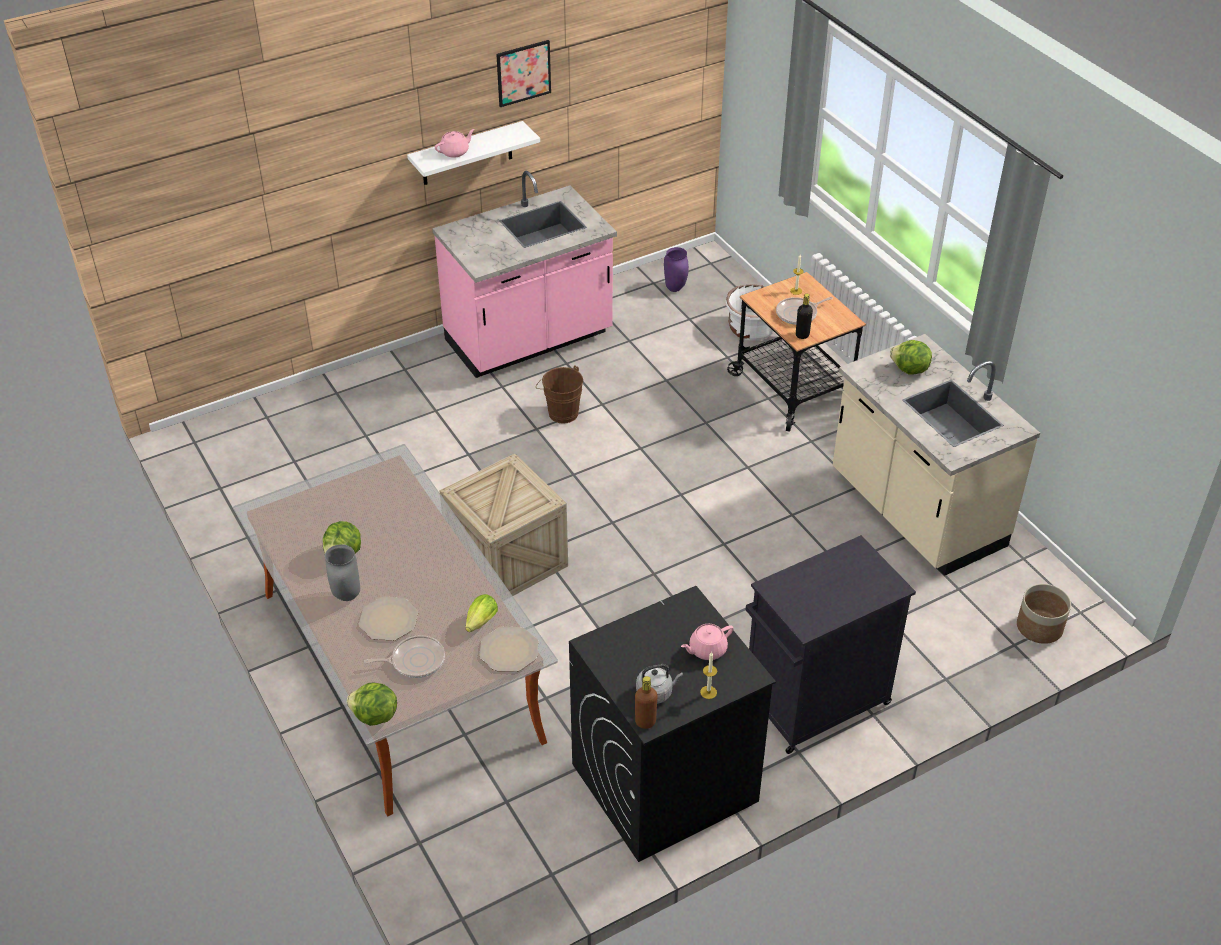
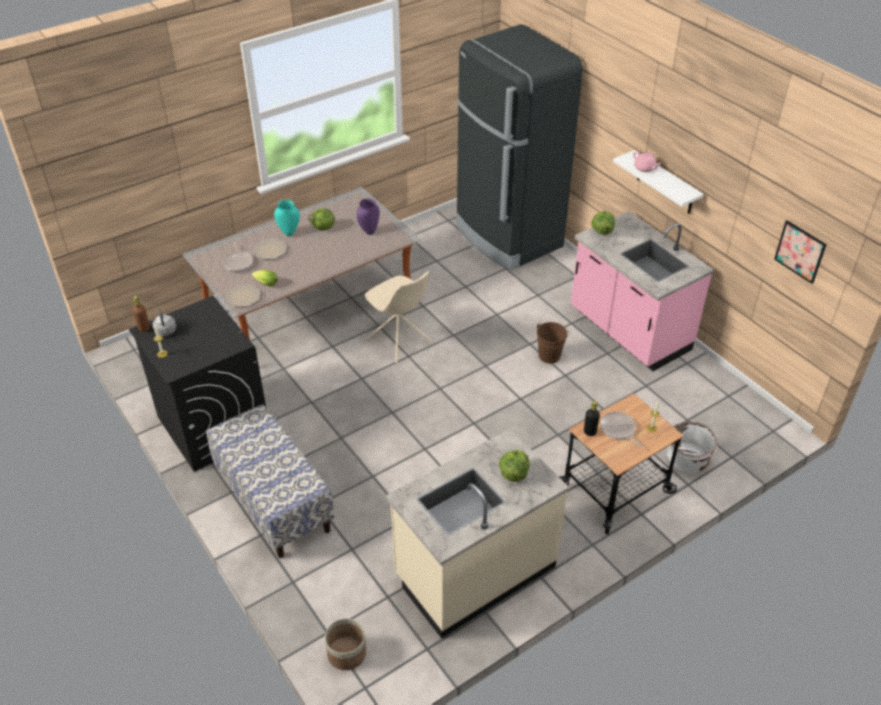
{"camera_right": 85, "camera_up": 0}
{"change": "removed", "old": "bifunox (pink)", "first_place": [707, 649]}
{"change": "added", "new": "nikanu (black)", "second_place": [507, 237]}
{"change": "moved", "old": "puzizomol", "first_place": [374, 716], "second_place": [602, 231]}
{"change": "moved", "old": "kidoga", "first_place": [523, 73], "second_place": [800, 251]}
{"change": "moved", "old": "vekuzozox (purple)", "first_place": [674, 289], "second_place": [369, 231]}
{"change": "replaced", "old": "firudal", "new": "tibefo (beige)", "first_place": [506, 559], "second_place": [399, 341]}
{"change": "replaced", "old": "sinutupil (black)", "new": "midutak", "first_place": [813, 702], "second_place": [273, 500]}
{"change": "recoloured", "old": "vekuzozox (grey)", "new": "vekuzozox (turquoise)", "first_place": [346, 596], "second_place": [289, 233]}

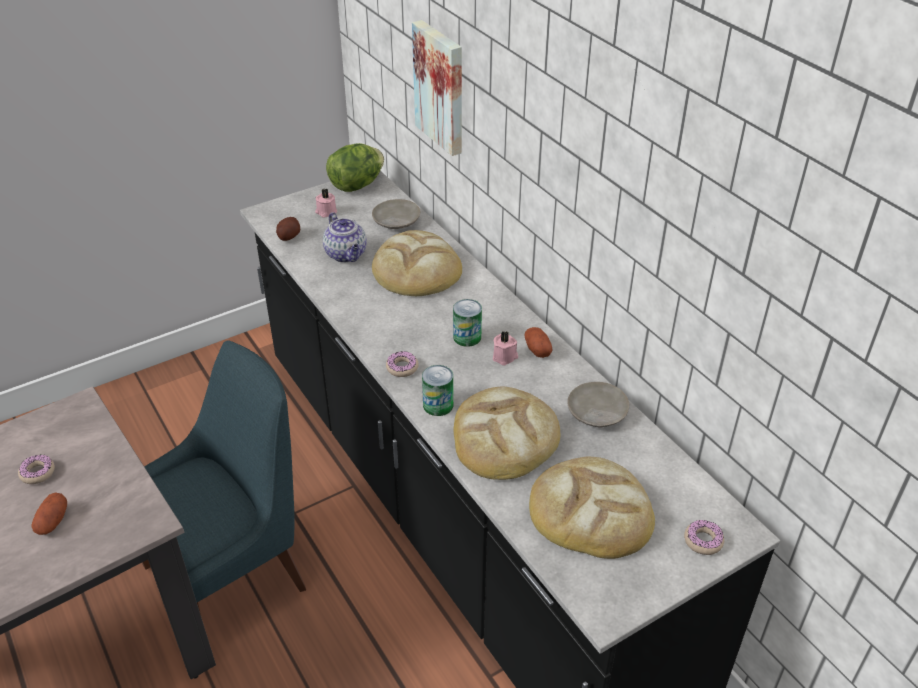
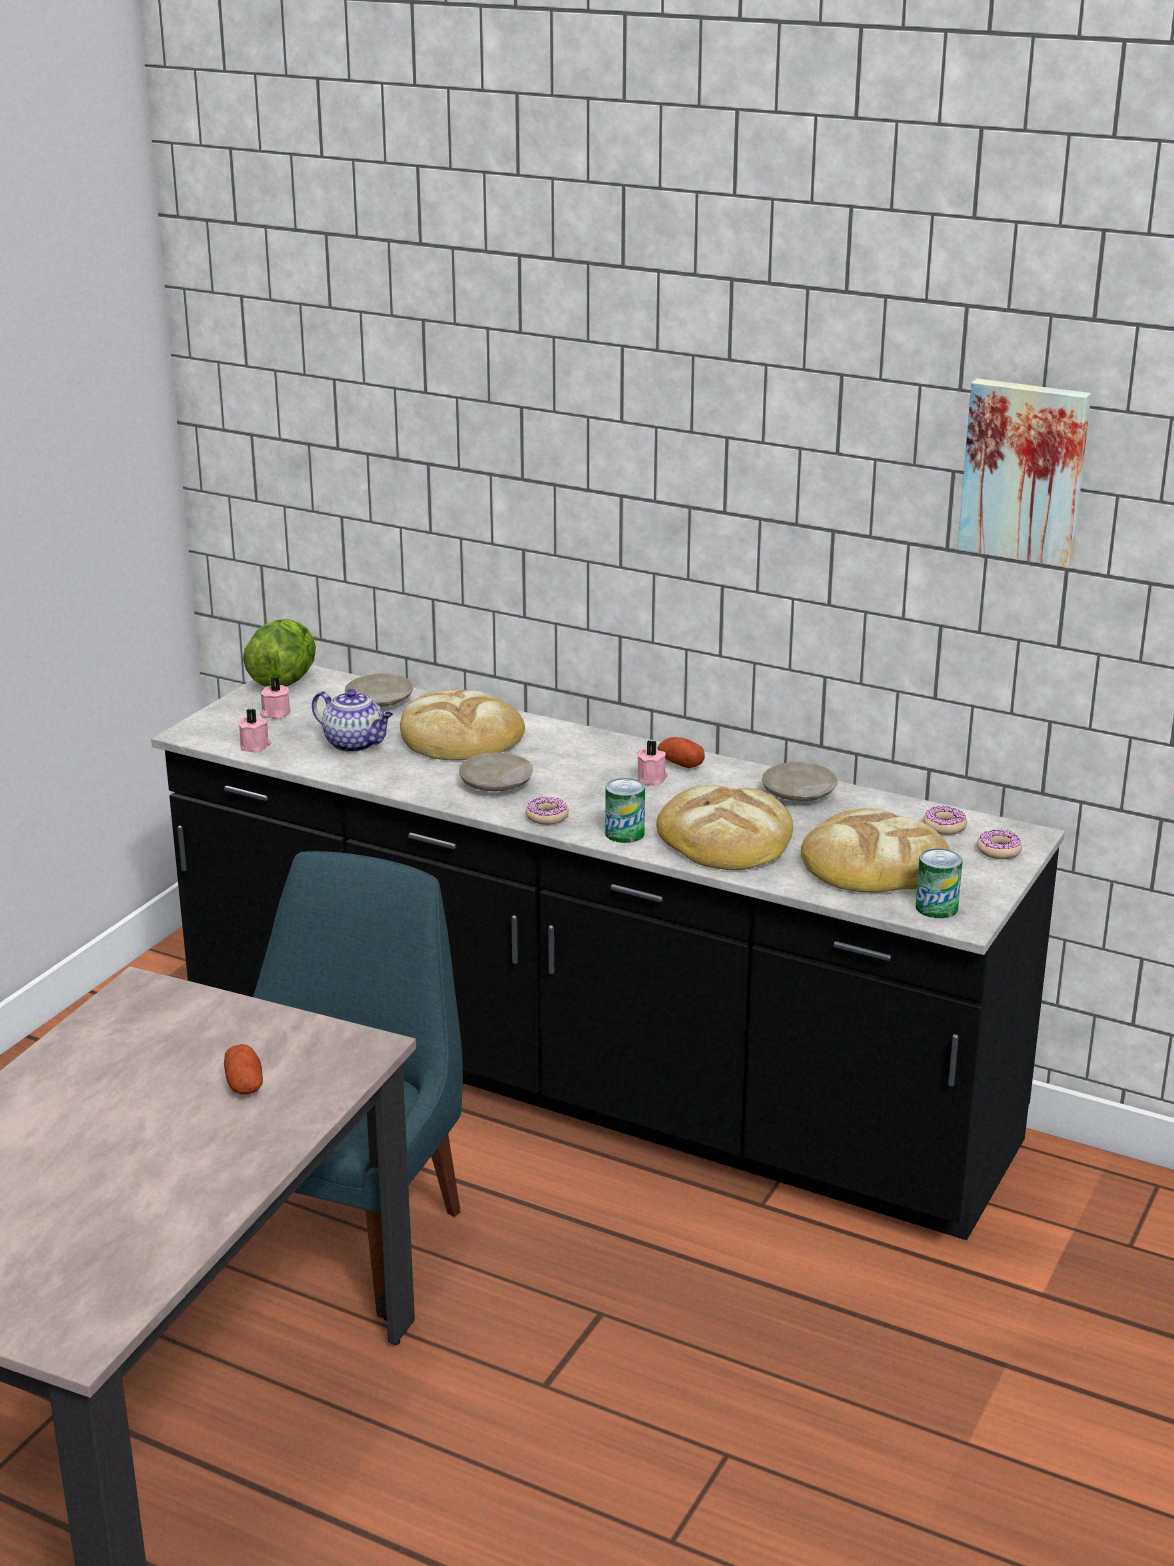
{"camera_right": -30, "camera_up": -15}
{"change": "added", "new": "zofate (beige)", "second_place": [496, 784]}
{"change": "moved", "old": "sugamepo", "first_place": [37, 473], "second_place": [944, 826]}
{"change": "moved", "old": "kidoga", "first_place": [441, 87], "second_place": [1025, 471]}
{"change": "moved", "old": "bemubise", "first_place": [467, 337], "second_place": [936, 907]}
{"change": "replaced", "old": "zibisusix", "new": "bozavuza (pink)", "first_place": [288, 236], "second_place": [255, 746]}

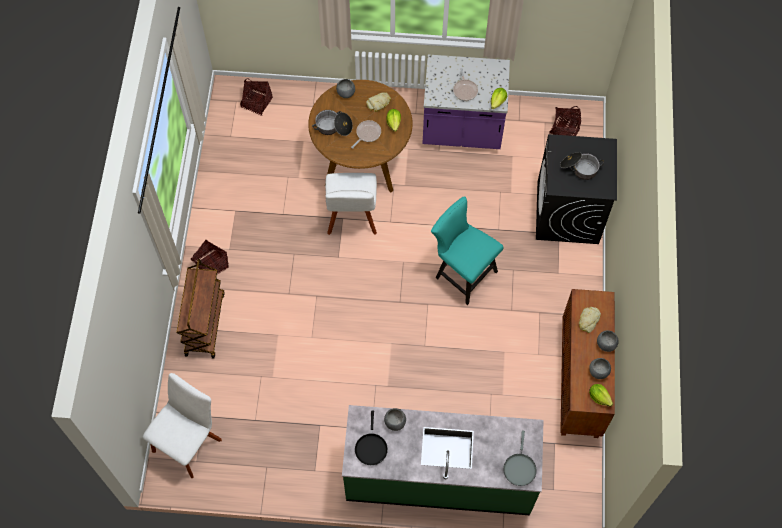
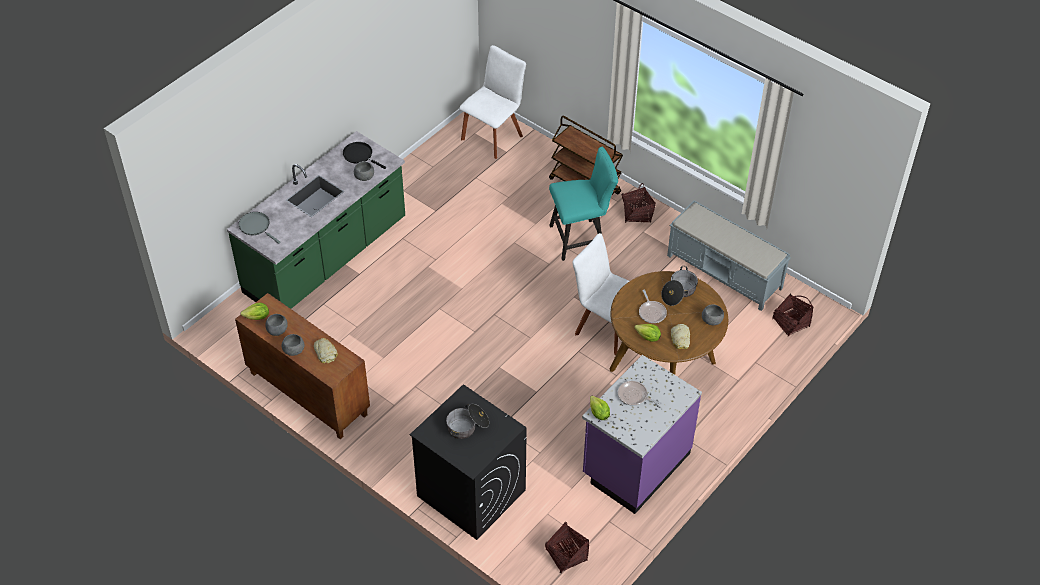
{"camera_right": 125, "camera_up": -15}
{"change": "added", "new": "midutak (grey)", "second_place": [725, 272]}
{"change": "moved", "old": "tibefo (turquoise)", "first_place": [462, 273], "second_place": [581, 238]}
{"change": "turned", "old": "tibefo (white)", "first_place": [188, 442], "second_place": [493, 135], "degrees": -120}

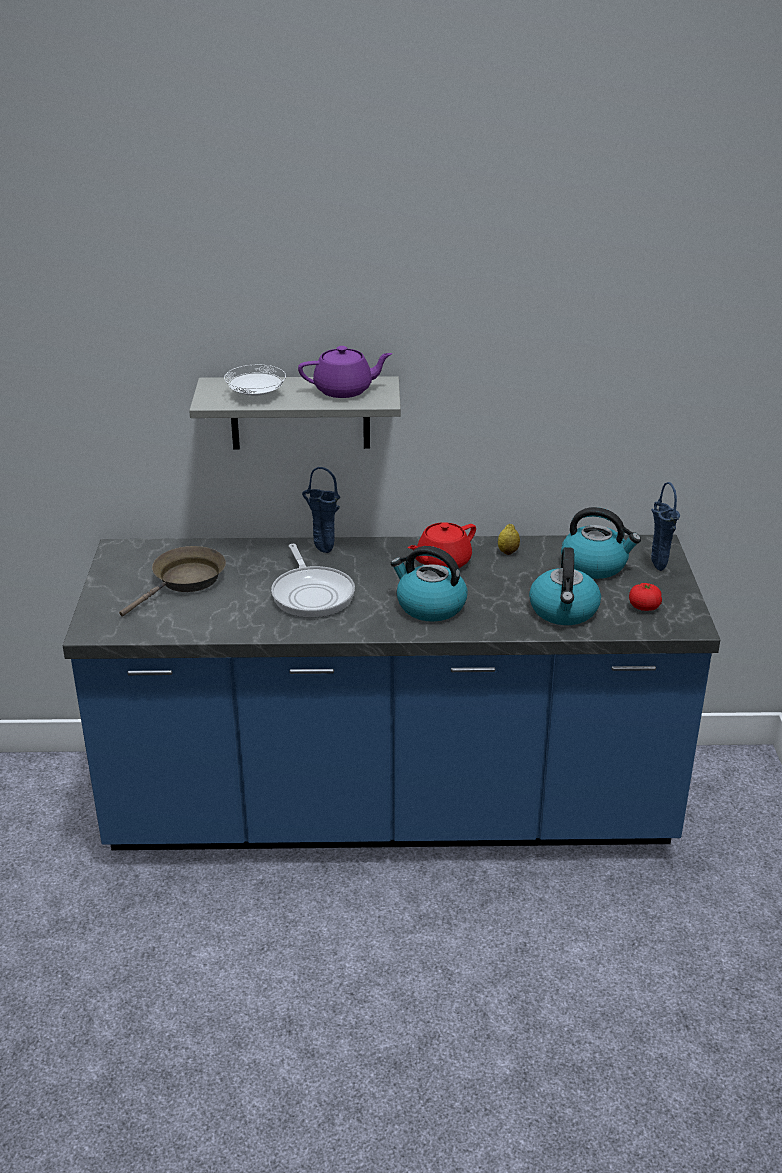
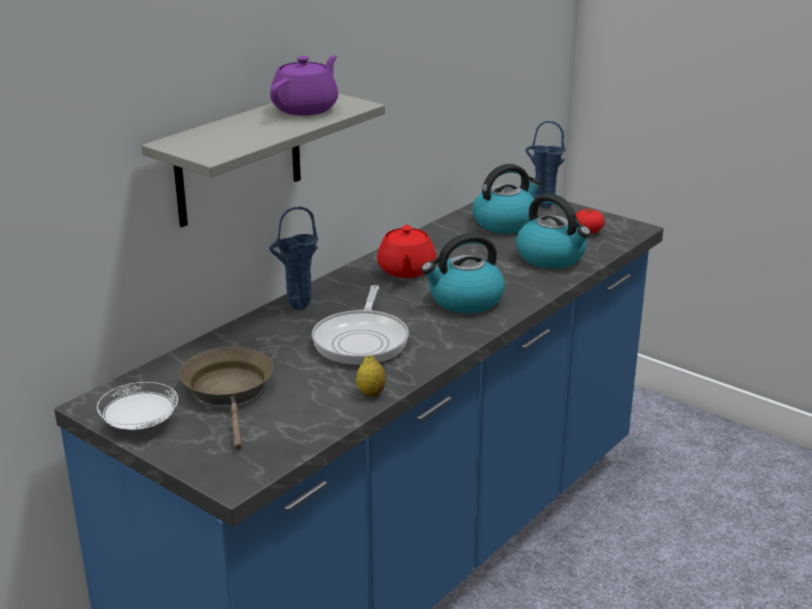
{"camera_right": -50, "camera_up": -5}
{"change": "moved", "old": "zofate (white)", "first_place": [256, 395], "second_place": [141, 424]}
{"change": "moved", "old": "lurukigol", "first_place": [508, 552], "second_place": [371, 393]}
{"change": "turned", "old": "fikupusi", "first_place": [312, 594], "second_place": [362, 340], "degrees": 75}

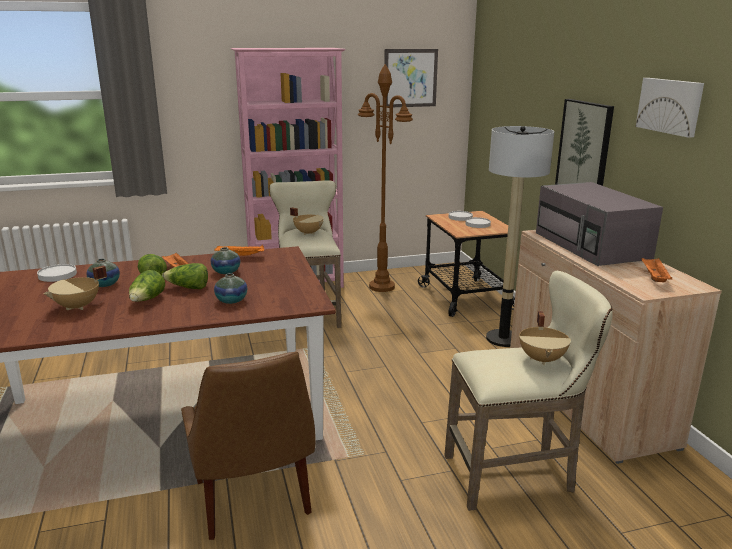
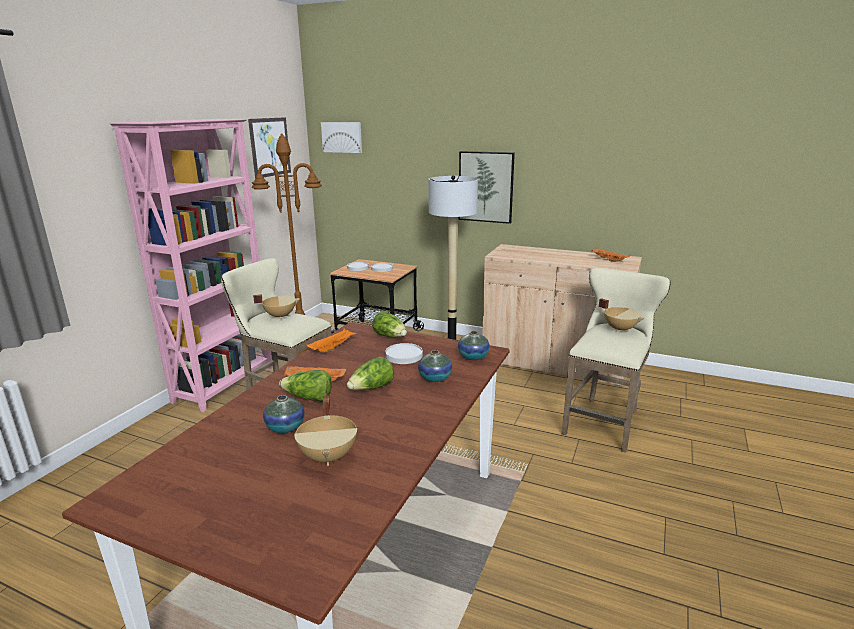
{"camera_right": -50, "camera_up": 0}
{"change": "removed", "old": "tibefo (brown)", "first_place": [253, 500]}
{"change": "removed", "old": "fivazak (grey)", "first_place": [592, 246]}
{"change": "moved", "old": "zofate (white)", "first_place": [57, 275], "second_place": [404, 356]}
{"change": "moved", "old": "puzizomol", "first_place": [147, 300], "second_place": [390, 337]}
{"change": "moved", "old": "vekuzozox", "first_place": [226, 272], "second_place": [473, 357]}
{"change": "moved", "old": "kidoga", "first_place": [670, 106], "second_place": [342, 137]}

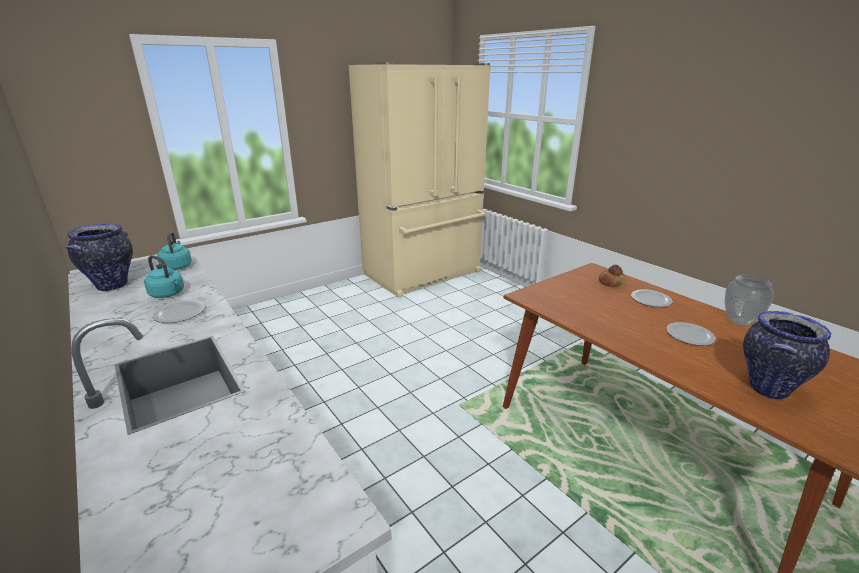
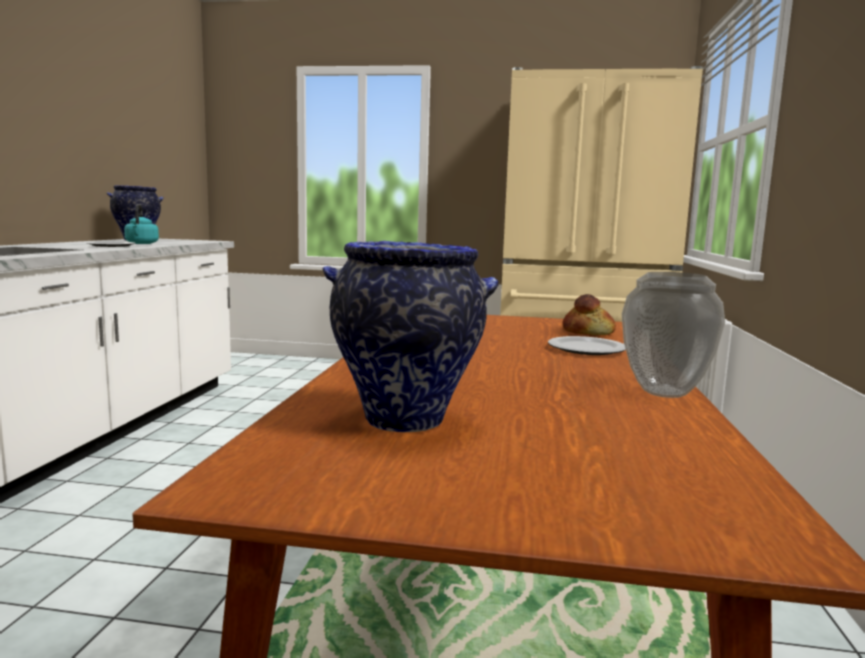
{"camera_right": 45, "camera_up": -15}
{"change": "removed", "old": "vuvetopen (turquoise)", "first_place": [177, 266]}
{"change": "removed", "old": "zofate", "first_place": [690, 336]}

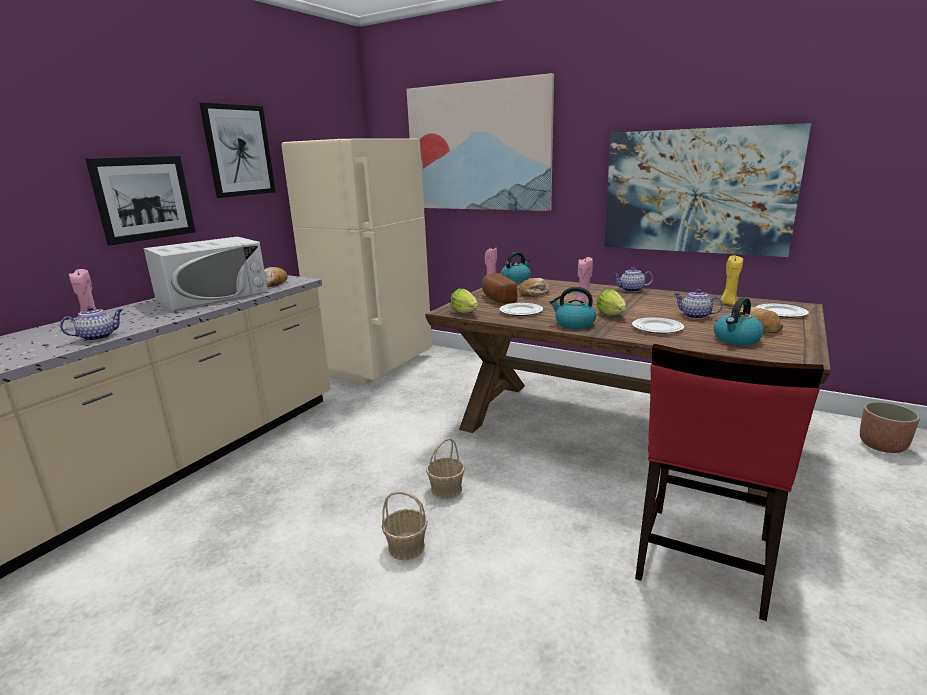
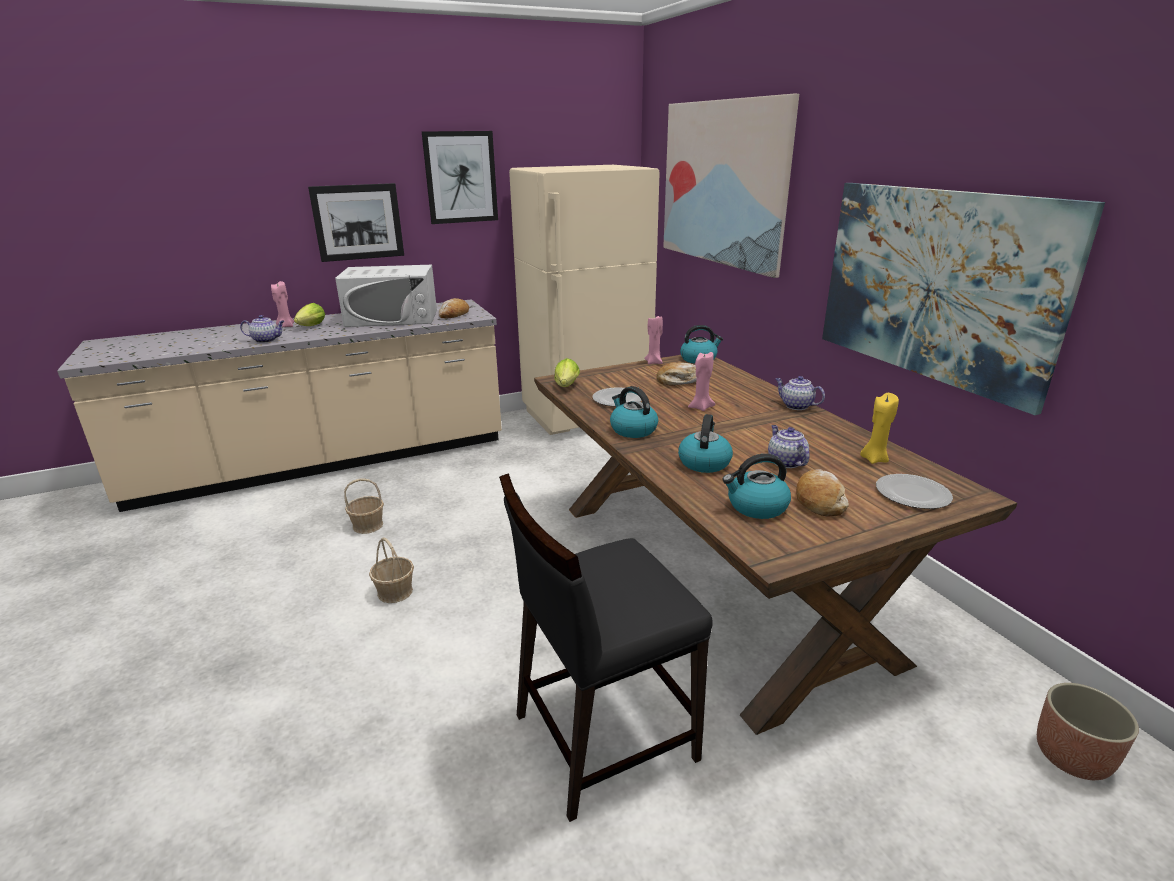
{"camera_right": 35, "camera_up": 5}
{"change": "removed", "old": "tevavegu", "first_place": [496, 299]}
{"change": "moved", "old": "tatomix", "first_place": [446, 489], "second_place": [368, 525]}
{"change": "moved", "old": "puzizomol", "first_place": [612, 315], "second_place": [310, 327]}
{"change": "replaced", "old": "zofate", "new": "vuvetopen", "first_place": [657, 328], "second_place": [704, 462]}
{"change": "recoloured", "old": "tibefo (red)", "new": "tibefo (black)", "first_place": [702, 558], "second_place": [602, 736]}

